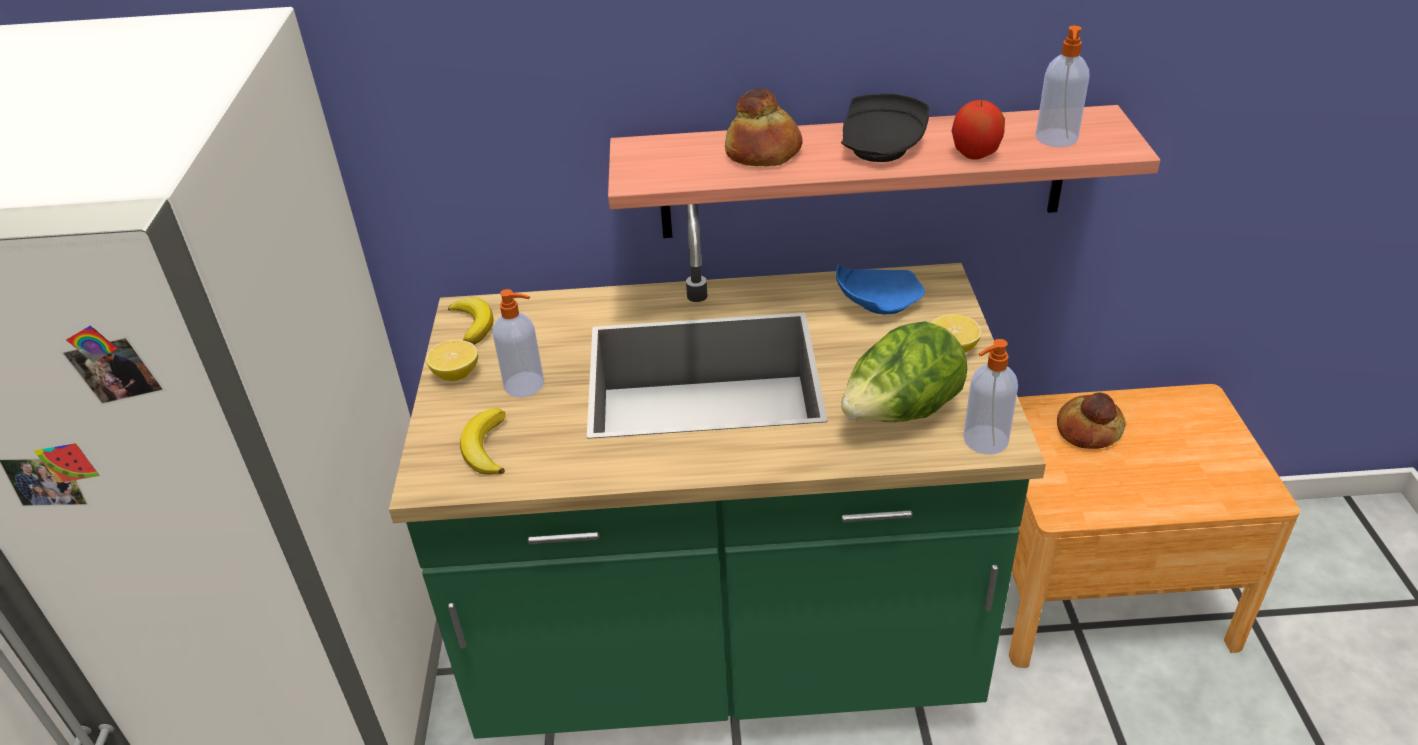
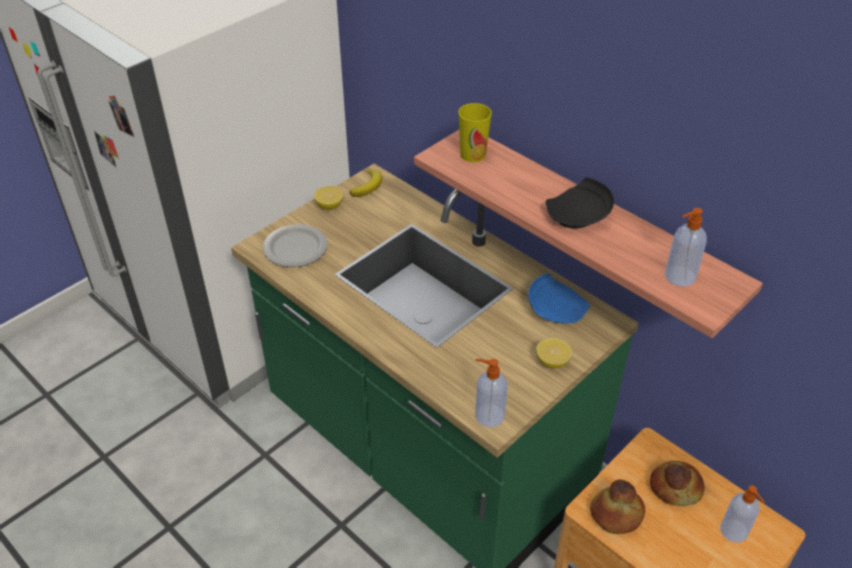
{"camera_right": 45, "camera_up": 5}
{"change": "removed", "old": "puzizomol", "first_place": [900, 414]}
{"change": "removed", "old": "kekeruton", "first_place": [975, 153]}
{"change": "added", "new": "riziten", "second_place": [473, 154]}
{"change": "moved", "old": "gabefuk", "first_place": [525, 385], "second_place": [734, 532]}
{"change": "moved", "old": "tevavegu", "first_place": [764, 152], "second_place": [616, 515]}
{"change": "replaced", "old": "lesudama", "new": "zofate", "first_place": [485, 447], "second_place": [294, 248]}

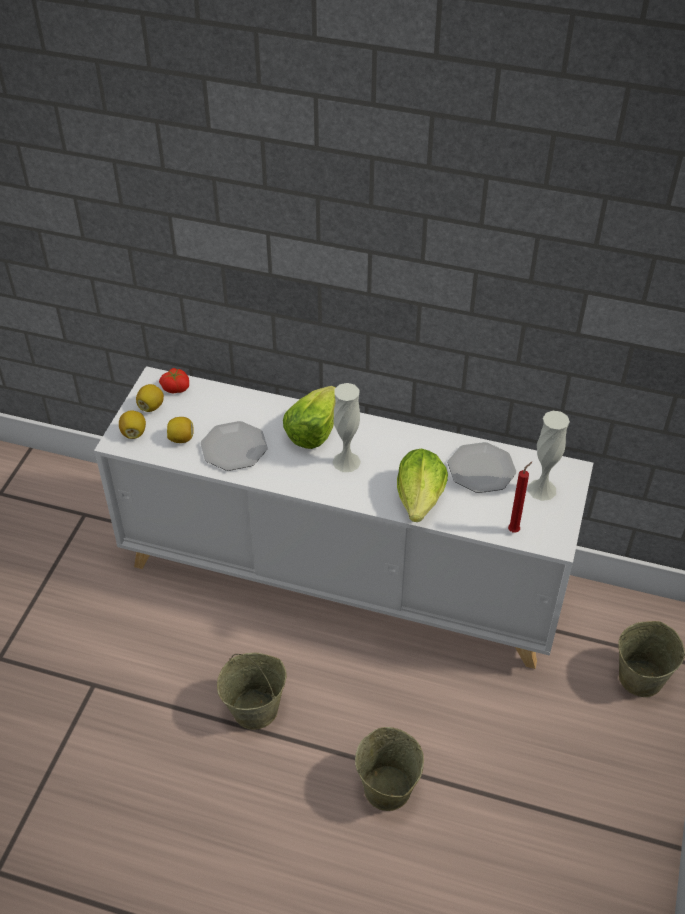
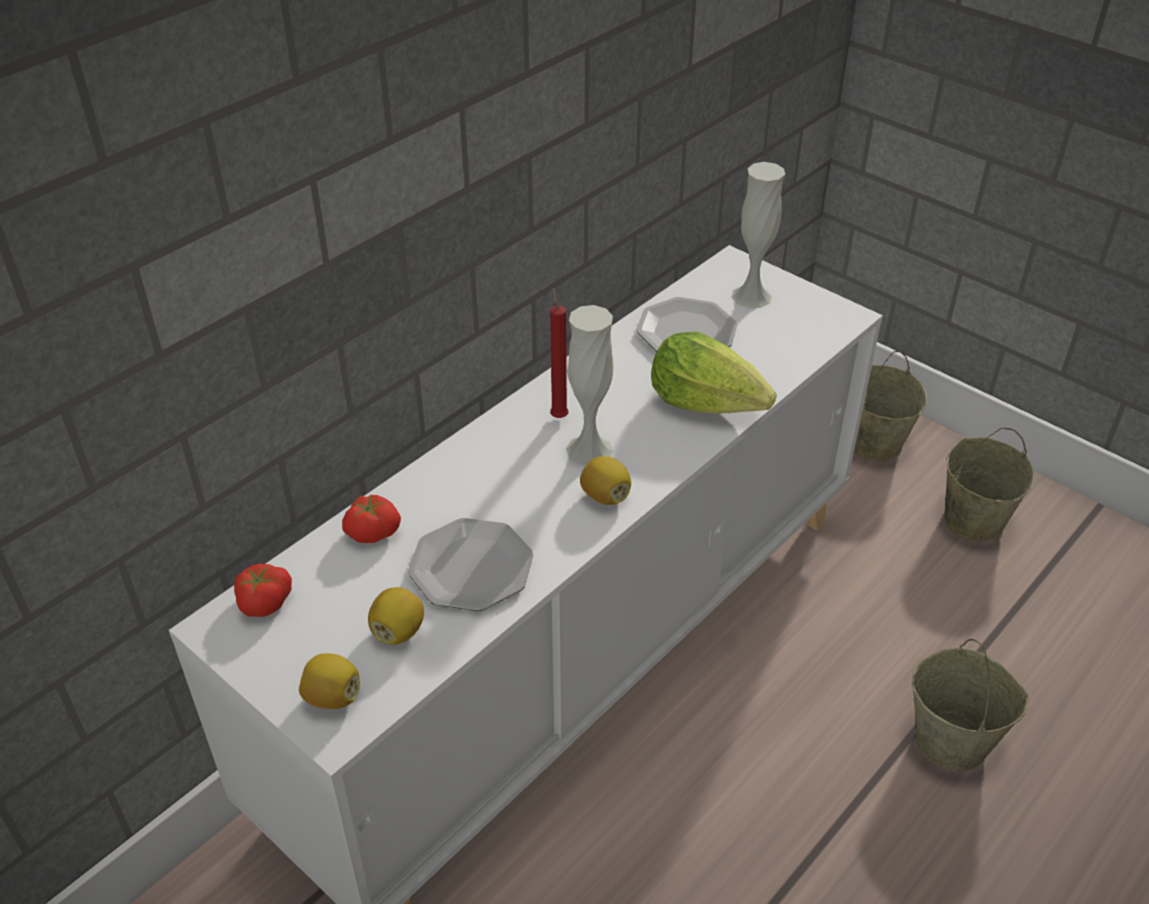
{"camera_right": -65, "camera_up": -5}
{"change": "removed", "old": "puzizomol", "first_place": [312, 430]}
{"change": "added", "new": "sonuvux", "second_place": [372, 530]}
{"change": "moved", "old": "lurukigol", "first_place": [151, 406], "second_place": [605, 496]}
{"change": "moved", "old": "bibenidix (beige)", "first_place": [256, 709], "second_place": [973, 519]}
{"change": "moved", "old": "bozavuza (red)", "first_place": [515, 530], "second_place": [558, 415]}

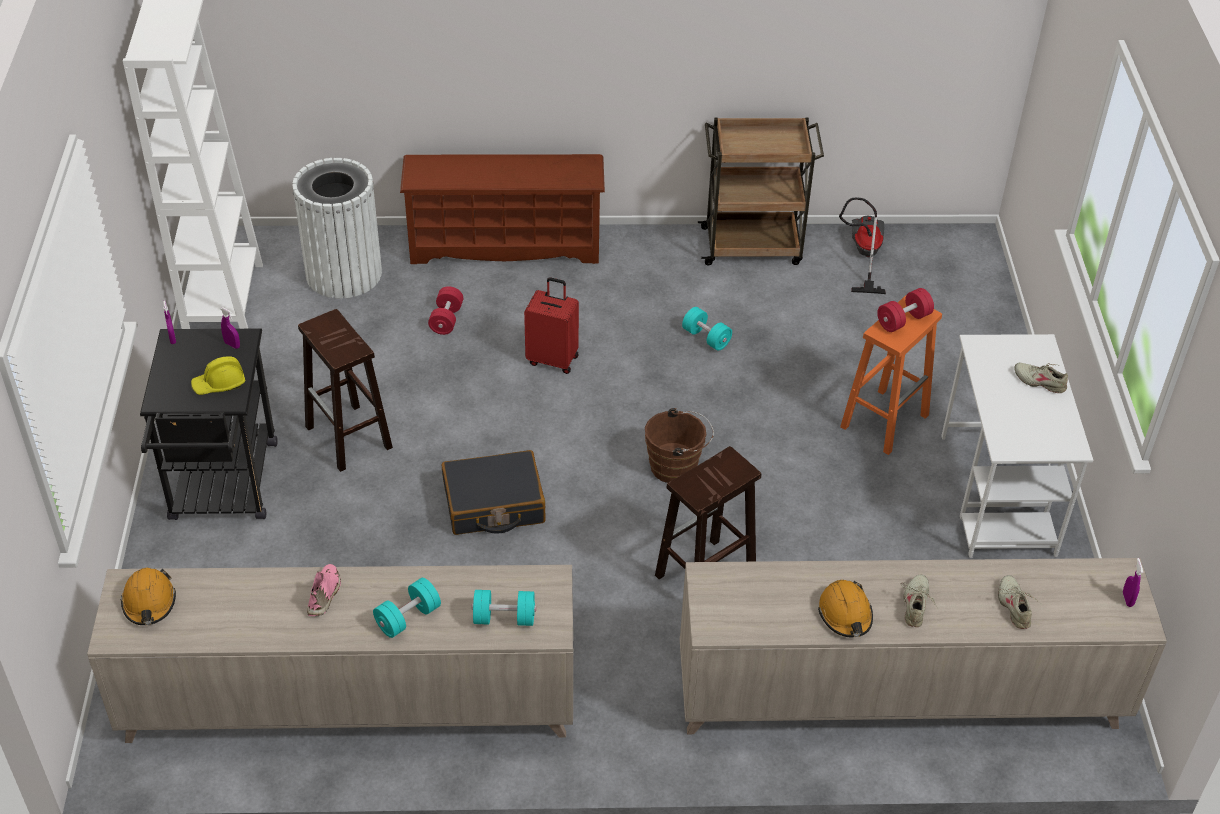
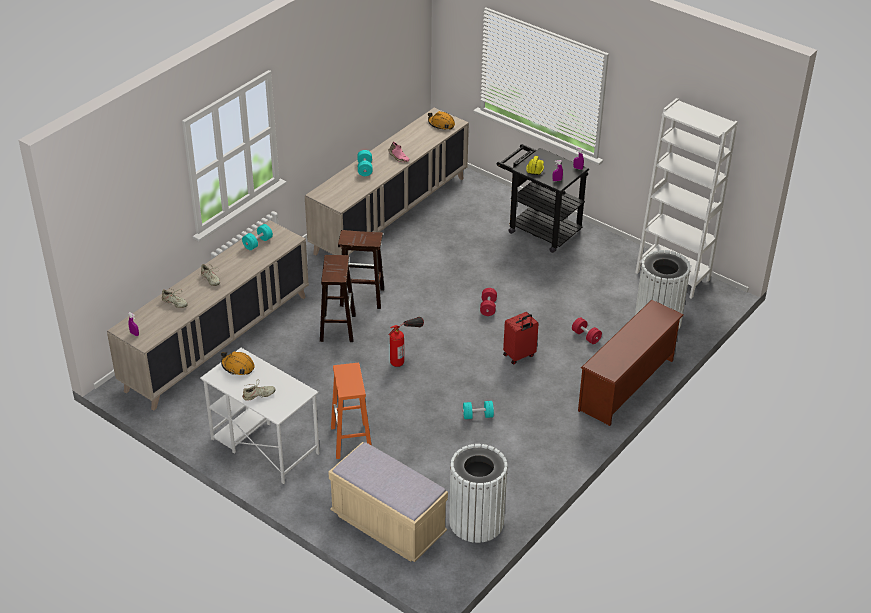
{"camera_right": 130, "camera_up": -5}
{"change": "removed", "old": "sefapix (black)", "first_place": [493, 504]}
{"change": "removed", "old": "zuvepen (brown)", "first_place": [753, 246]}
{"change": "added", "new": "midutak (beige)", "second_place": [388, 525]}
{"change": "moved", "old": "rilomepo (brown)", "first_place": [349, 438], "second_place": [361, 297]}
{"change": "moved", "old": "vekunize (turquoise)", "first_place": [504, 618], "second_place": [258, 243]}
{"change": "moved", "old": "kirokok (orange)", "first_place": [845, 614], "second_place": [238, 366]}
{"change": "moved", "old": "vekunize (red)", "first_place": [903, 320], "second_place": [488, 307]}
{"change": "replaced", "old": "bibenidix (brown)", "new": "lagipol", "first_place": [677, 467], "second_place": [405, 355]}
{"change": "replaced", "old": "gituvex", "new": "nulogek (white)", "first_place": [863, 255], "second_place": [476, 522]}

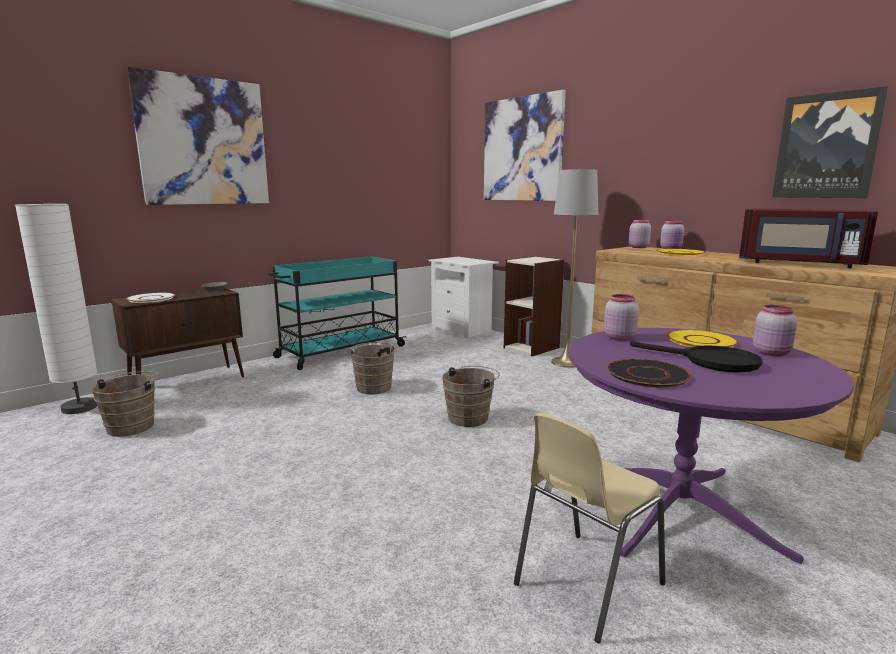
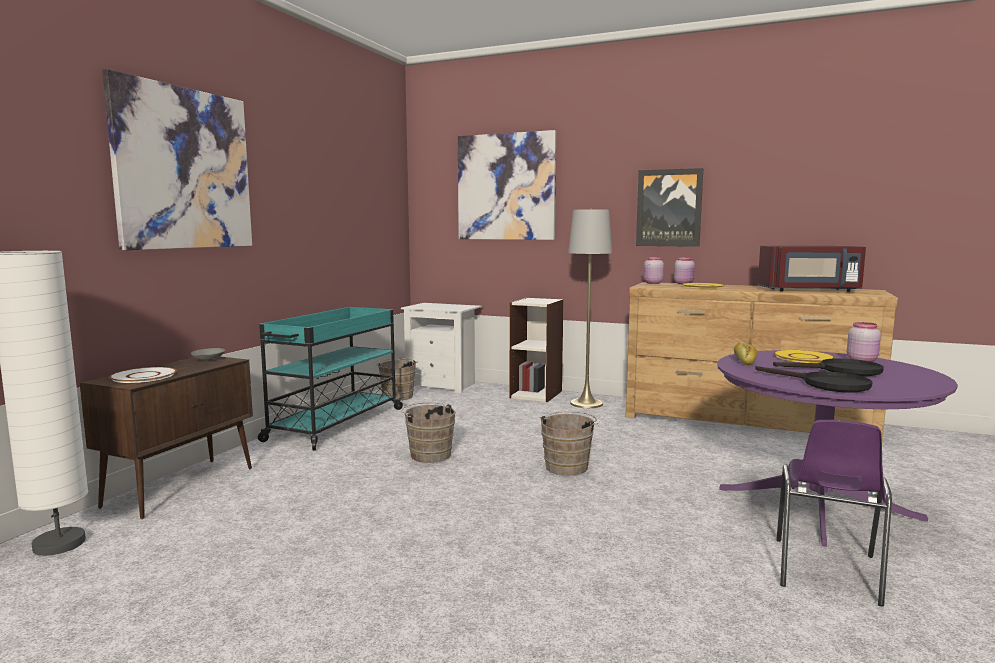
{"camera_right": -25, "camera_up": -5}
{"change": "moved", "old": "bibenidix (brown)", "first_place": [133, 426], "second_place": [397, 396]}
{"change": "moved", "old": "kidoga", "first_place": [826, 146], "second_place": [669, 208]}
{"change": "replaced", "old": "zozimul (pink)", "new": "tevavegu", "first_place": [619, 337], "second_place": [745, 361]}
{"change": "replaced", "old": "zofate (black)", "new": "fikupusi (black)", "first_place": [647, 374], "second_place": [826, 384]}
{"change": "recoloured", "old": "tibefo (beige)", "new": "tibefo (purple)", "first_place": [584, 585], "second_place": [826, 572]}

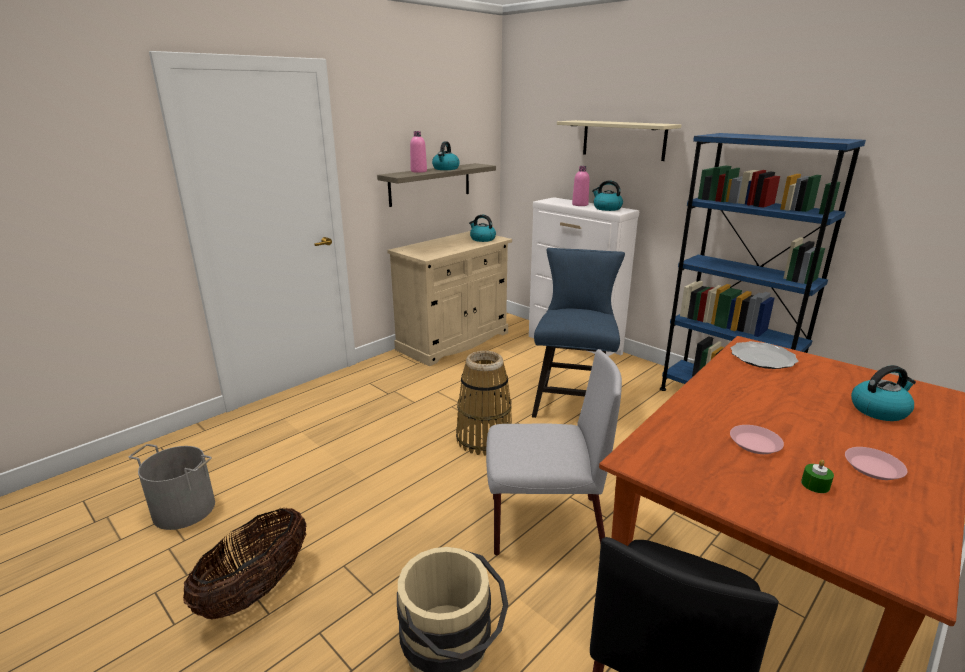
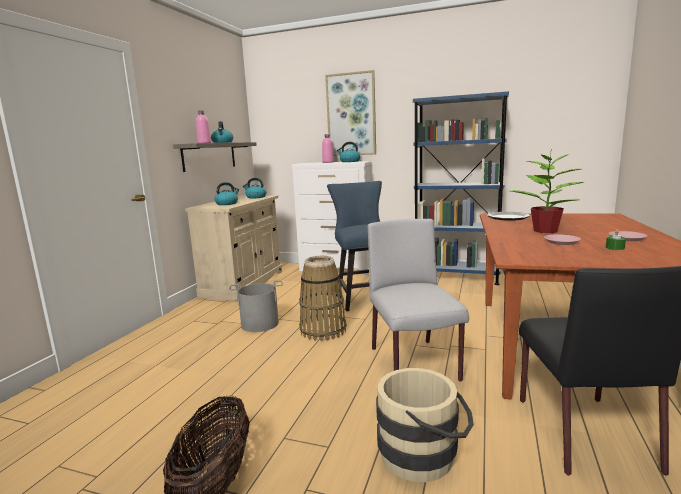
{"camera_right": -25, "camera_up": -10}
{"change": "added", "new": "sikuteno", "second_place": [546, 231]}
{"change": "moved", "old": "bibenidix (grey)", "first_place": [184, 509], "second_place": [260, 324]}
{"change": "moved", "old": "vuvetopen", "first_place": [879, 410], "second_place": [227, 204]}
{"change": "replaced", "old": "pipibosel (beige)", "new": "kidoga", "first_place": [623, 140], "second_place": [351, 115]}
{"change": "turned", "old": "tibefo (grey)", "first_place": [544, 525], "second_place": [414, 365], "degrees": -75}

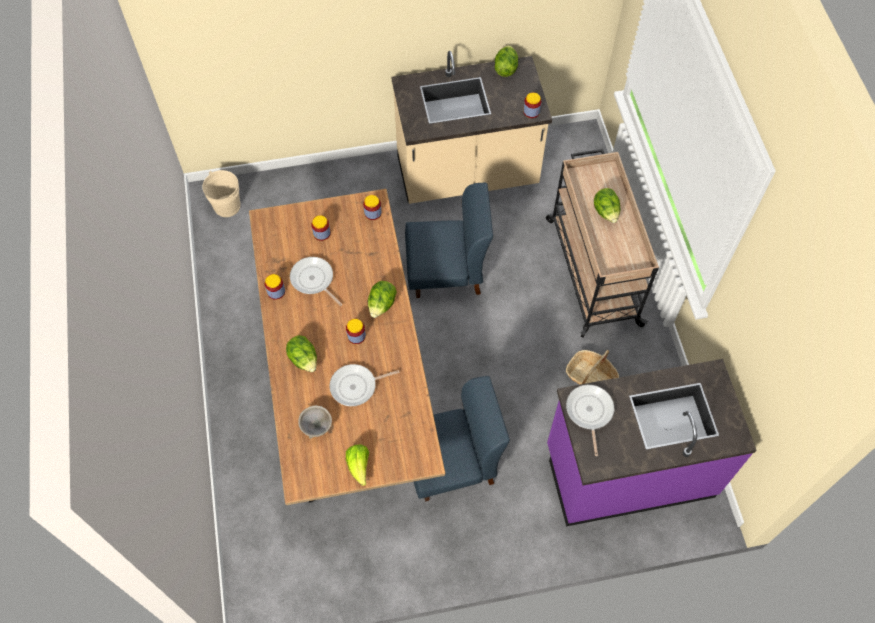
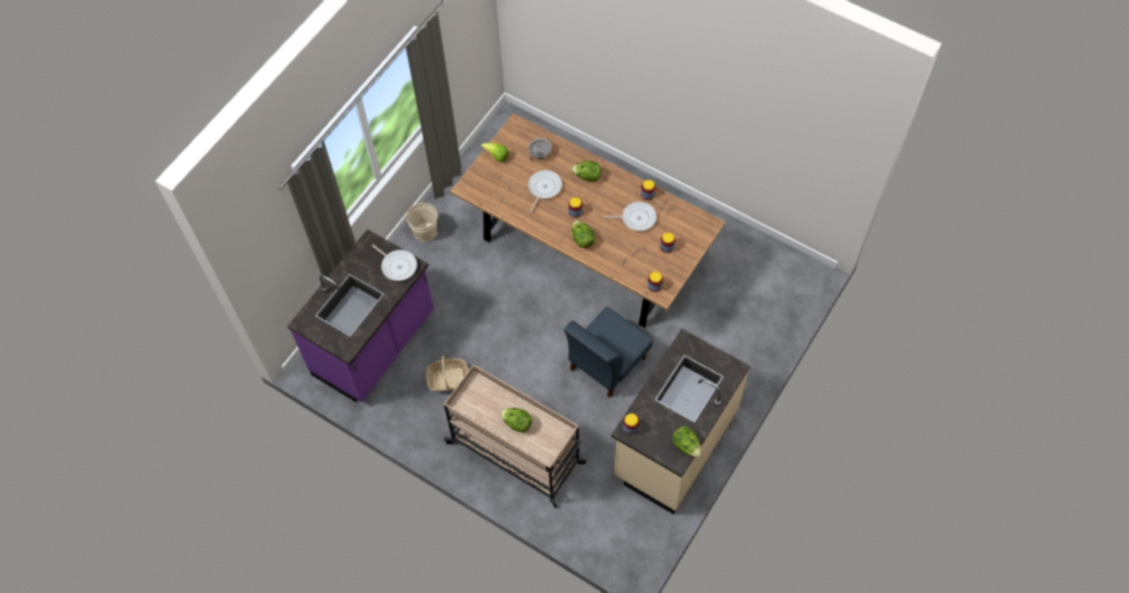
{"camera_right": 135, "camera_up": 0}
{"change": "removed", "old": "tibefo (blue)", "first_place": [451, 463]}
{"change": "moved", "old": "bibenidix (beige)", "first_place": [227, 206], "second_place": [425, 232]}

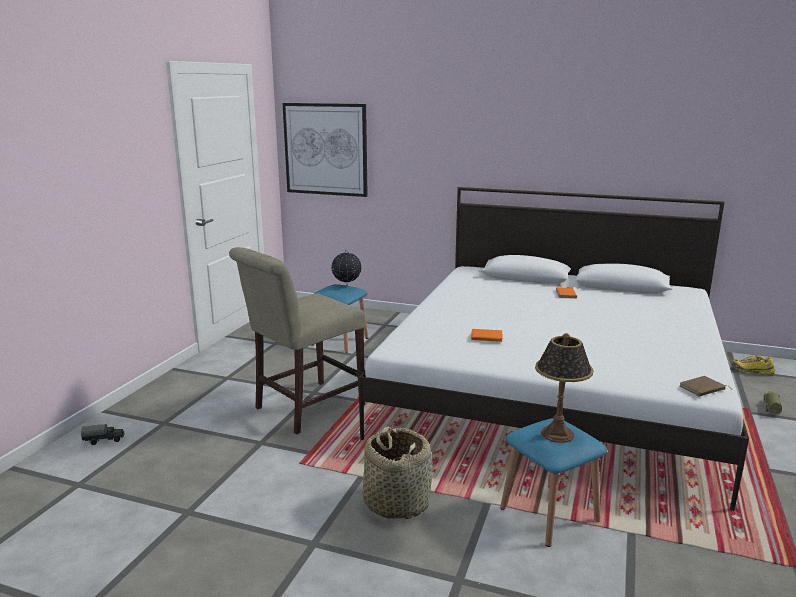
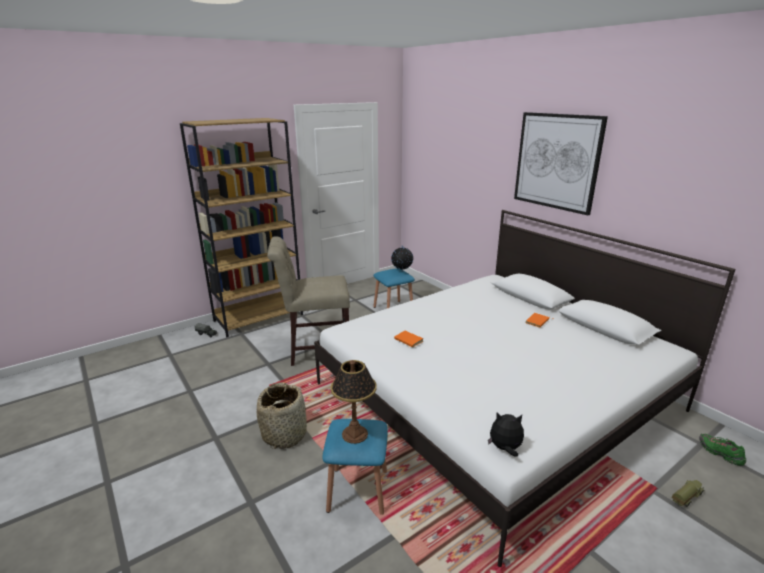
{"camera_right": 35, "camera_up": 5}
{"change": "added", "new": "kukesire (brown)", "second_place": [259, 317]}
{"change": "moved", "old": "kidoga", "first_place": [325, 149], "second_place": [556, 161]}
{"change": "replaced", "old": "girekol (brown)", "new": "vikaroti", "first_place": [703, 389], "second_place": [505, 449]}
{"change": "recoloured", "old": "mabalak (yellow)", "new": "mabalak (green)", "first_place": [752, 371], "second_place": [720, 453]}

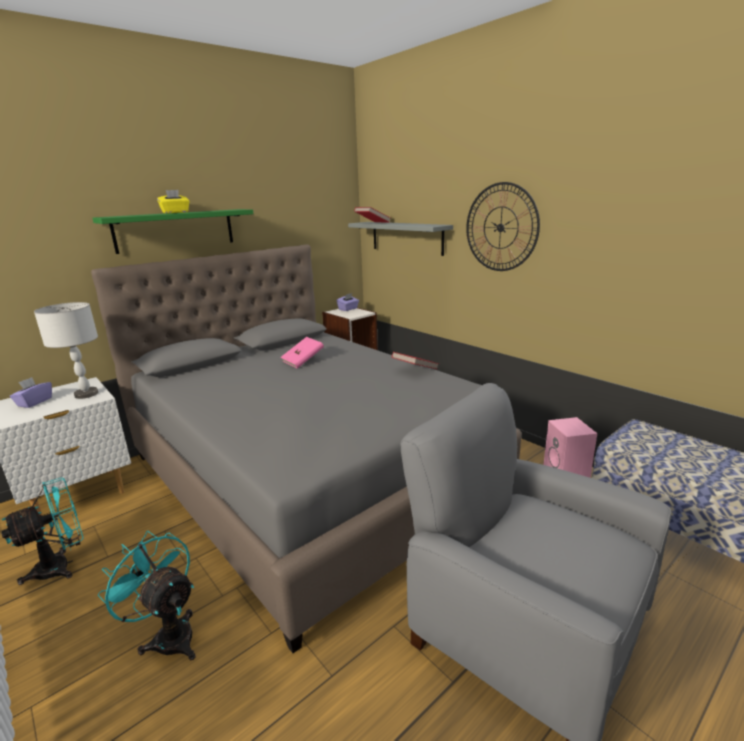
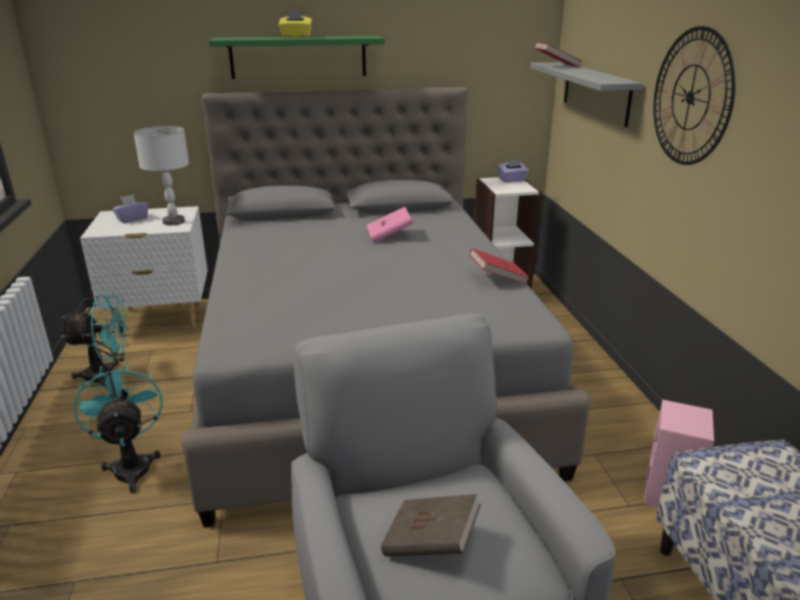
{"camera_right": 30, "camera_up": 5}
{"change": "added", "new": "girekol (brown)", "second_place": [430, 543]}

